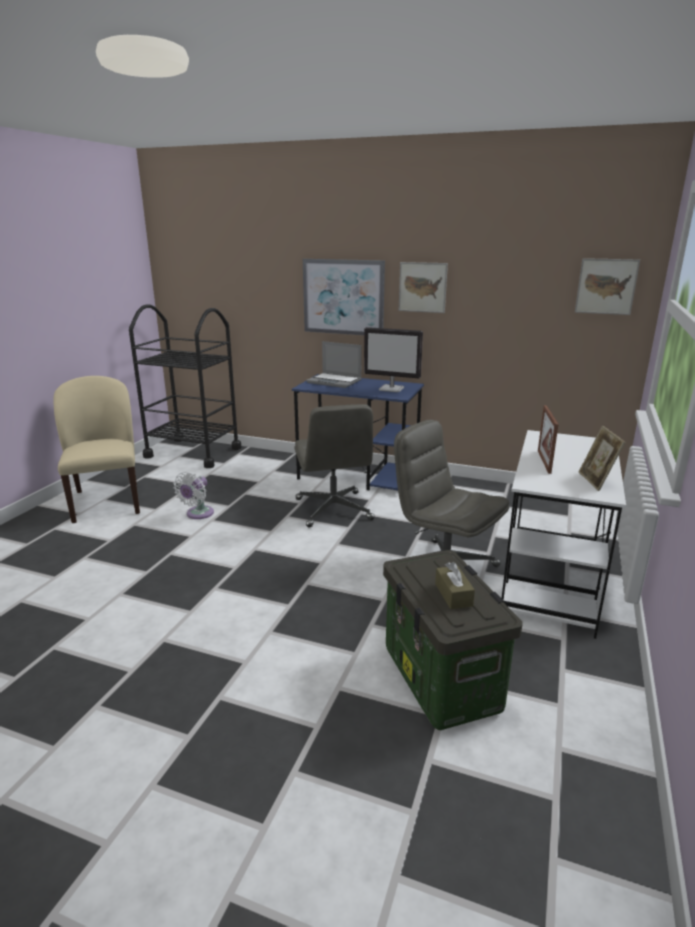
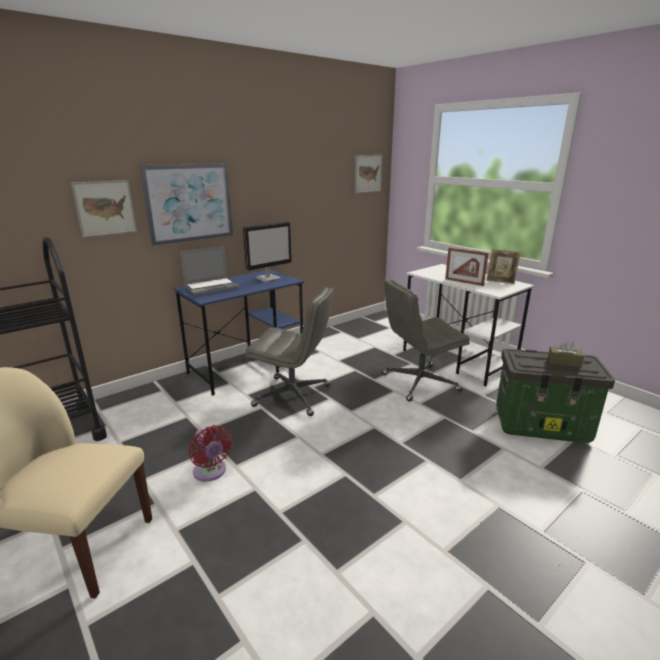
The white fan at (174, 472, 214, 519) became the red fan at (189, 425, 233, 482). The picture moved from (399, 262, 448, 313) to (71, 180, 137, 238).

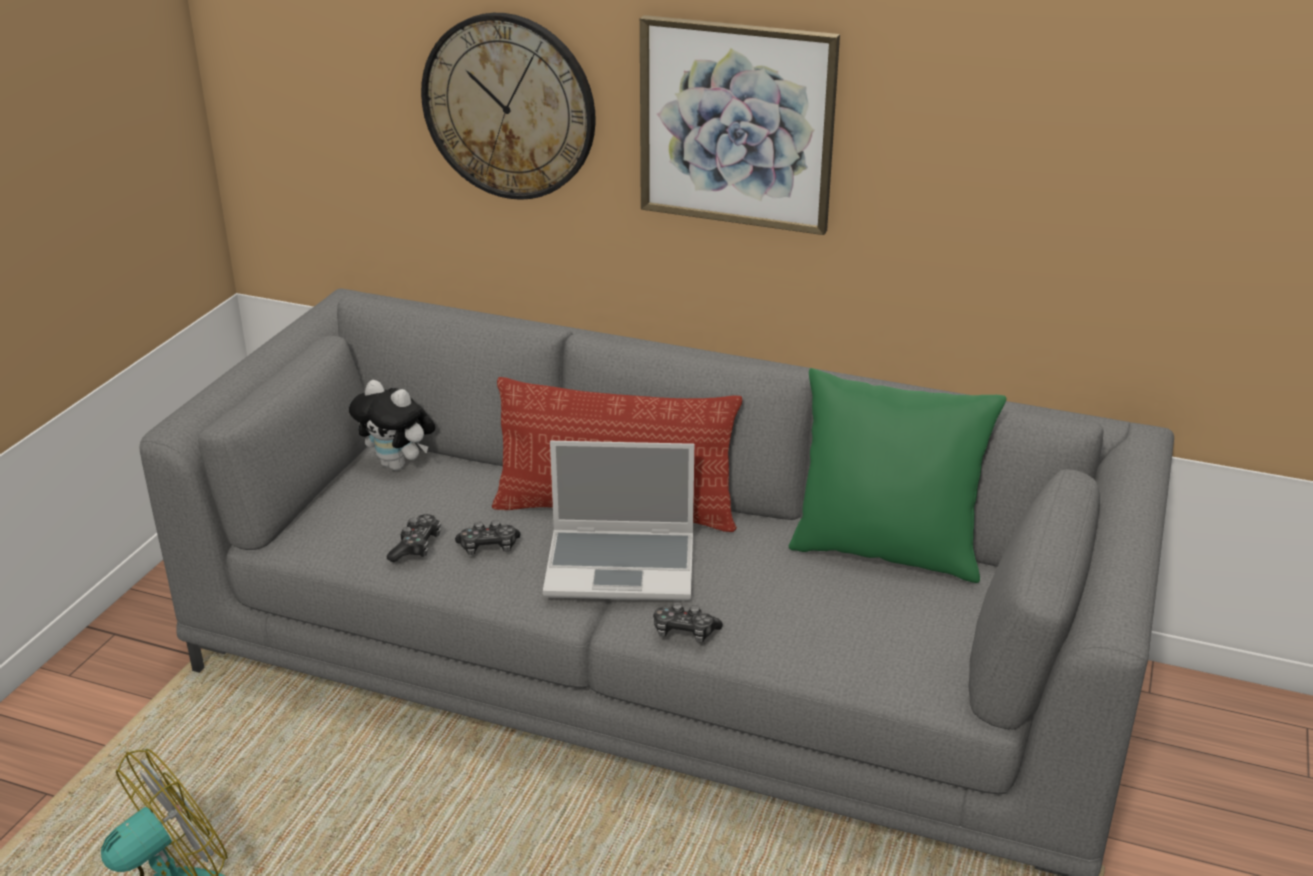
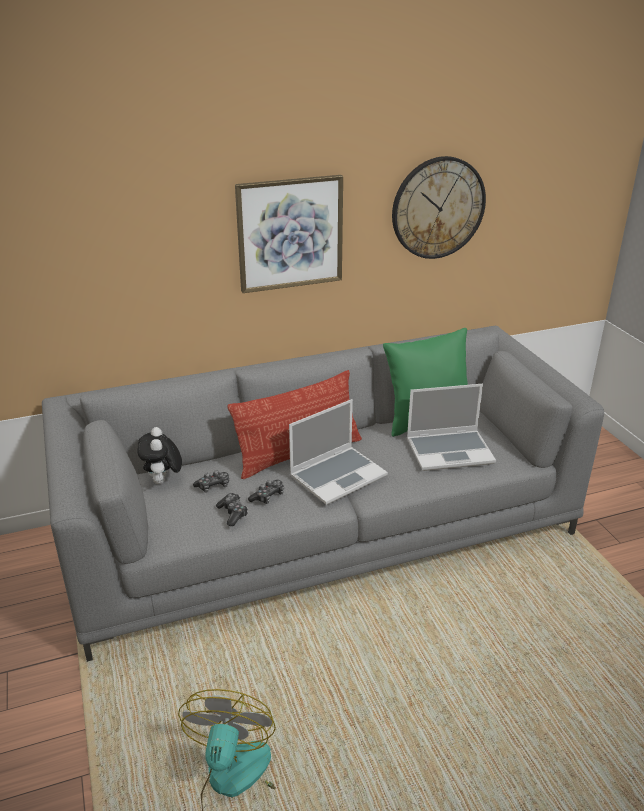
The plush toy at (349, 380, 435, 471) turned 90 degrees clockwise. The wall clock moved from (421, 13, 596, 200) to (392, 156, 486, 259). The game controller moved from (653, 602, 723, 643) to (193, 470, 229, 492). The laptop at (407, 384, 496, 471) appeared.

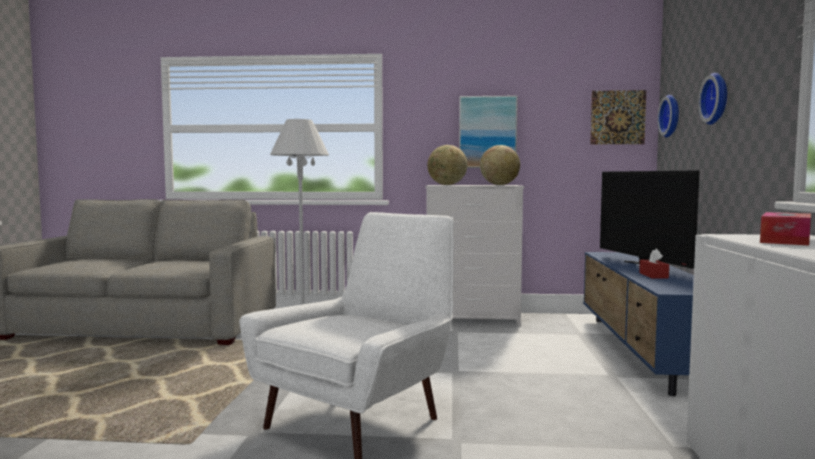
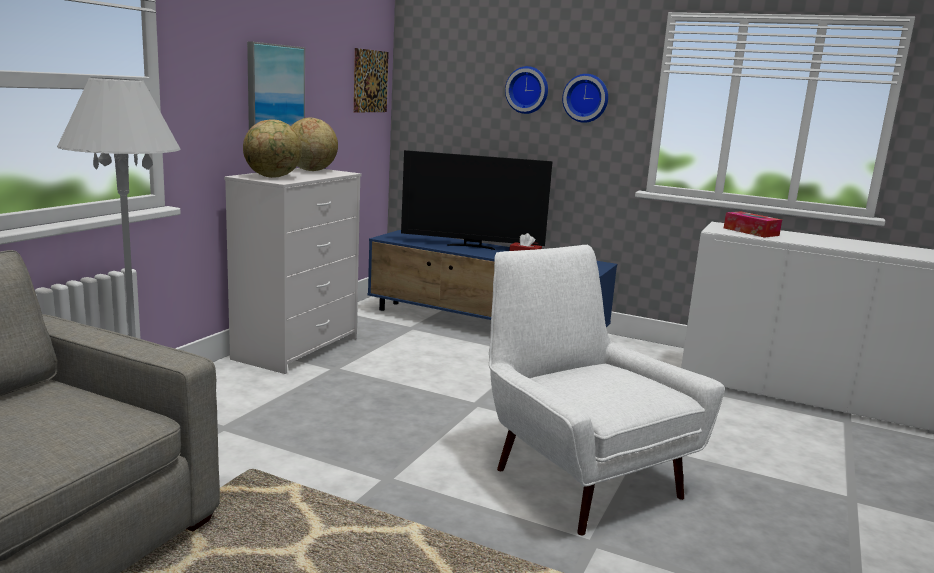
The wall clock moved from (657, 95, 679, 138) to (562, 74, 608, 123).

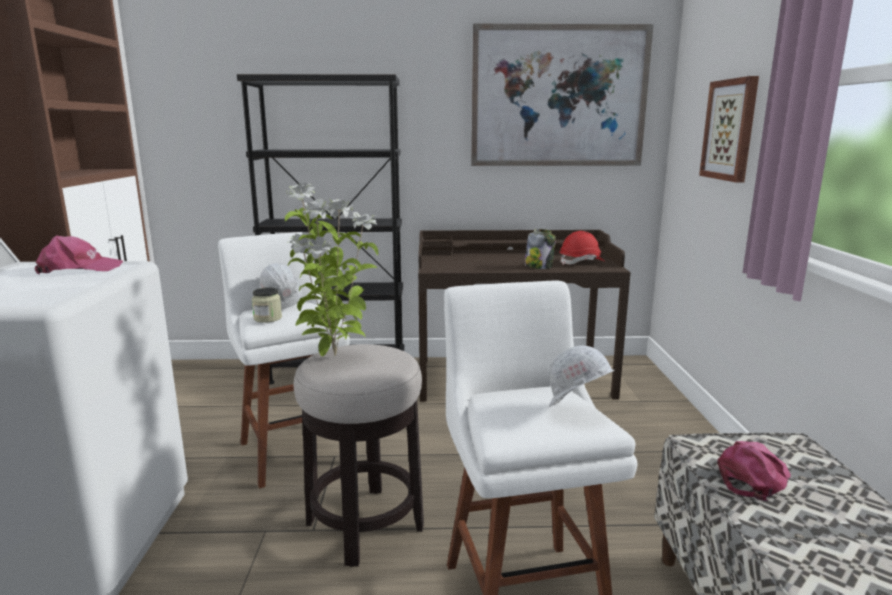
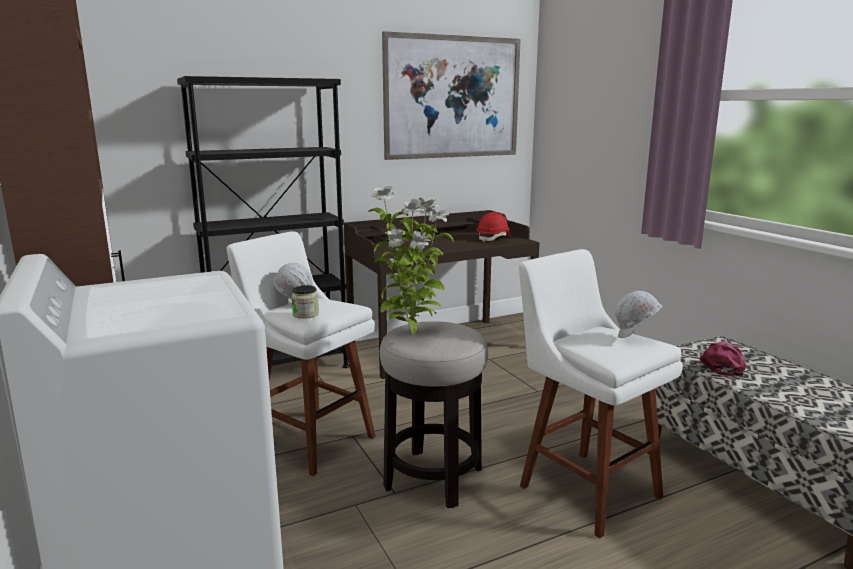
The pink cap at (35, 235, 123, 274) disappeared. The jar at (525, 229, 556, 269) disappeared. The picture at (699, 76, 759, 182) disappeared.

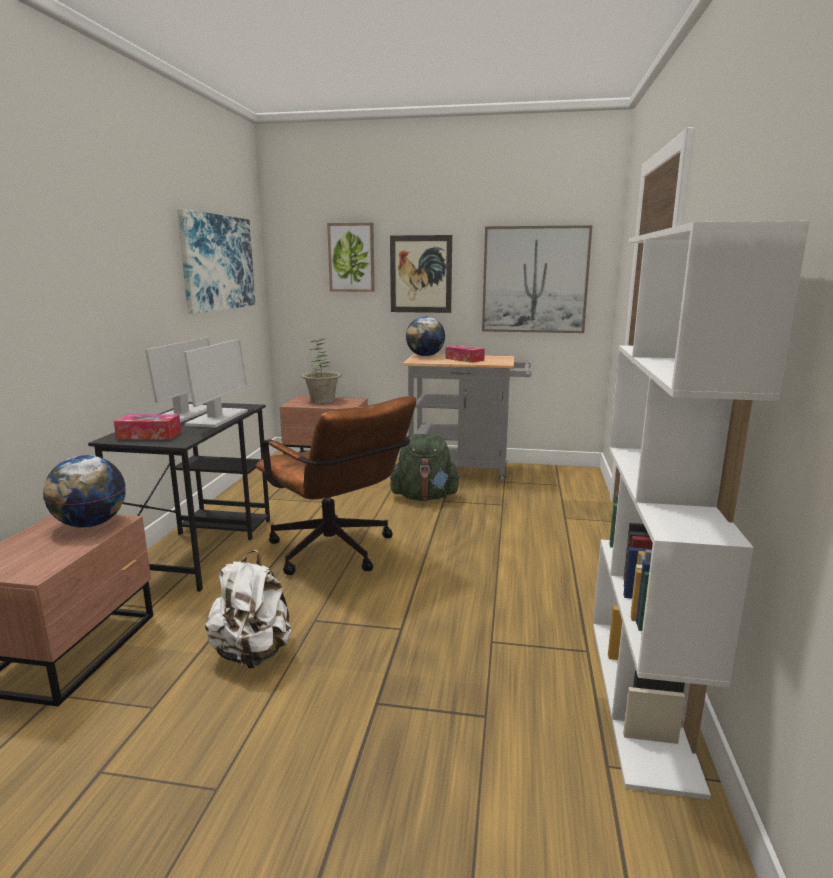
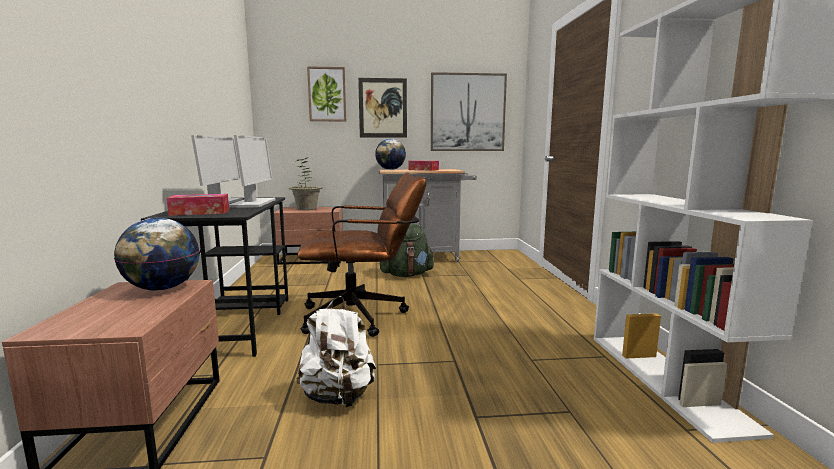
The picture at (177, 209, 256, 314) disappeared. The brown office chair at (255, 396, 416, 575) turned 45 degrees counterclockwise.

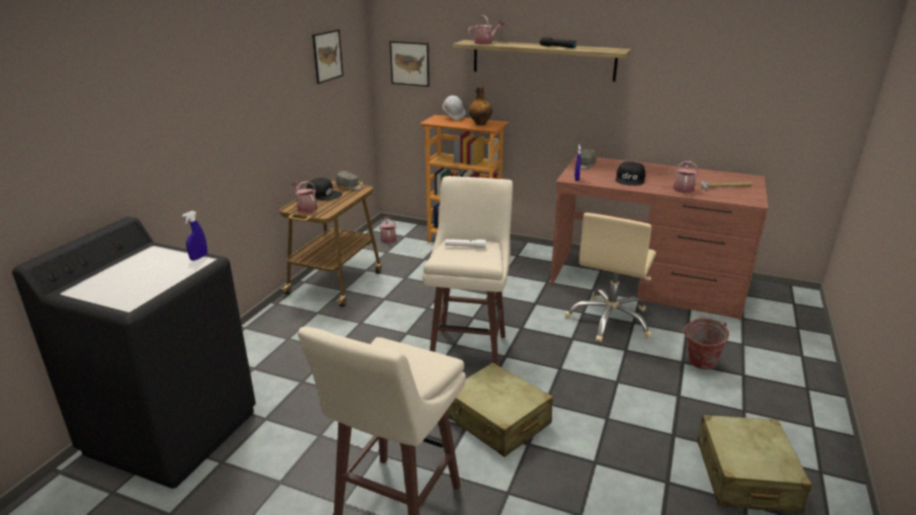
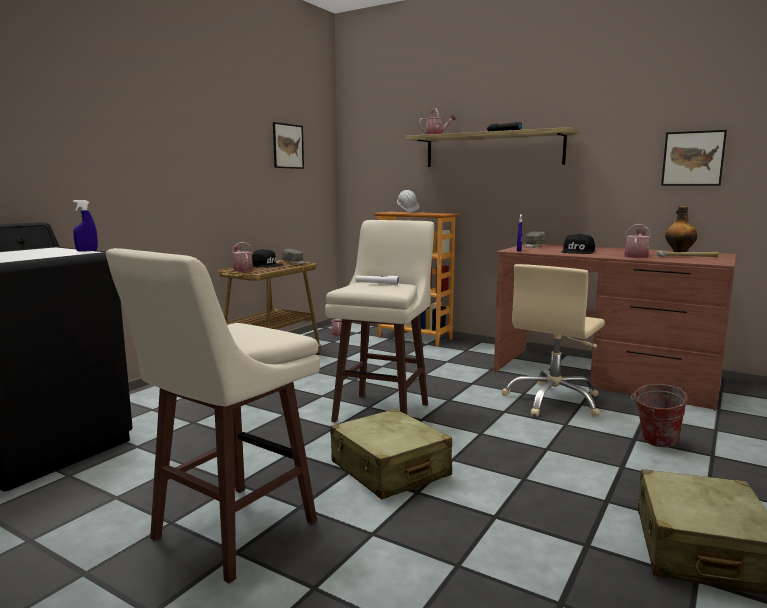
The picture moved from (390, 41, 429, 87) to (661, 130, 727, 186). The bottle moved from (469, 86, 492, 125) to (665, 206, 697, 252).

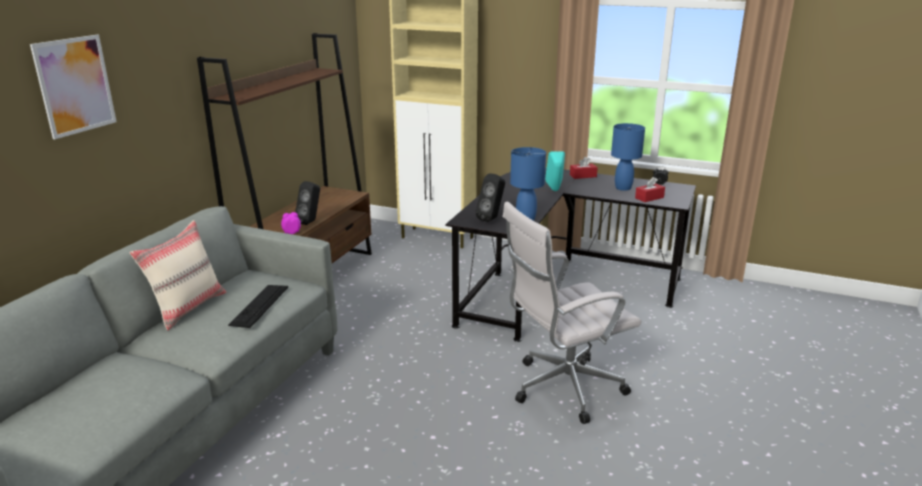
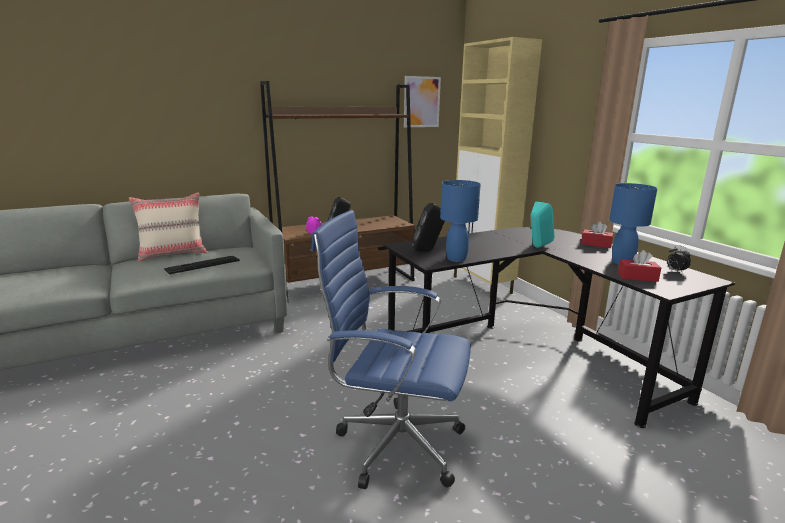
The picture moved from (30, 35, 117, 139) to (404, 76, 441, 127). The white office chair at (503, 202, 641, 424) became the blue office chair at (311, 210, 471, 489).

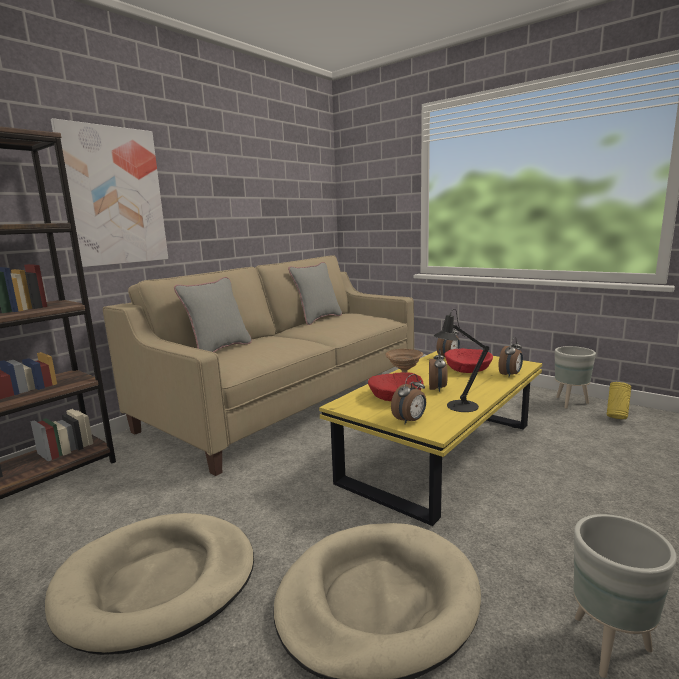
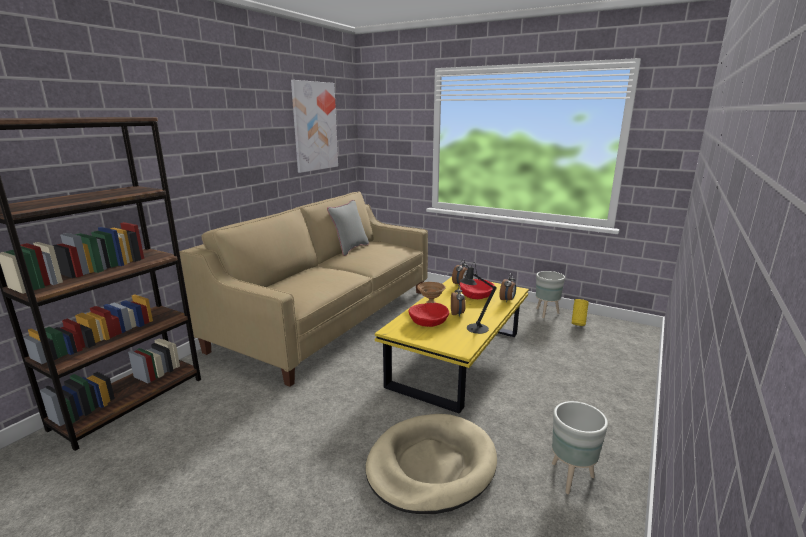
The beige dog bed at (45, 513, 254, 655) disappeared. The picture moved from (51, 118, 168, 267) to (291, 80, 338, 173). The grey pillow at (174, 277, 252, 352) disappeared. The alarm clock at (391, 374, 426, 424) disappeared.

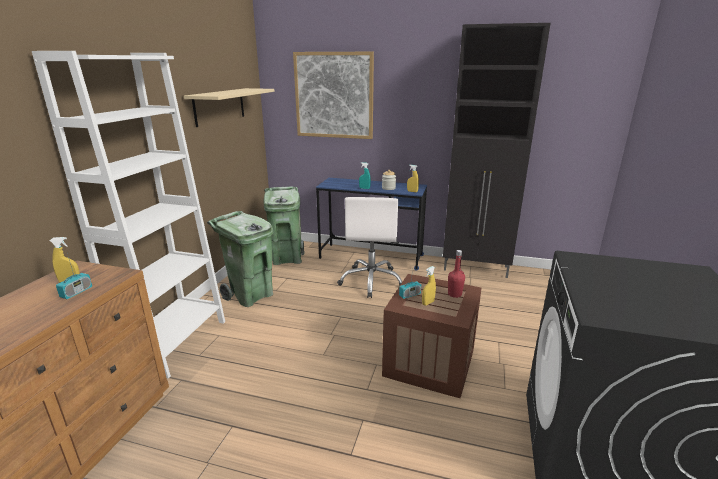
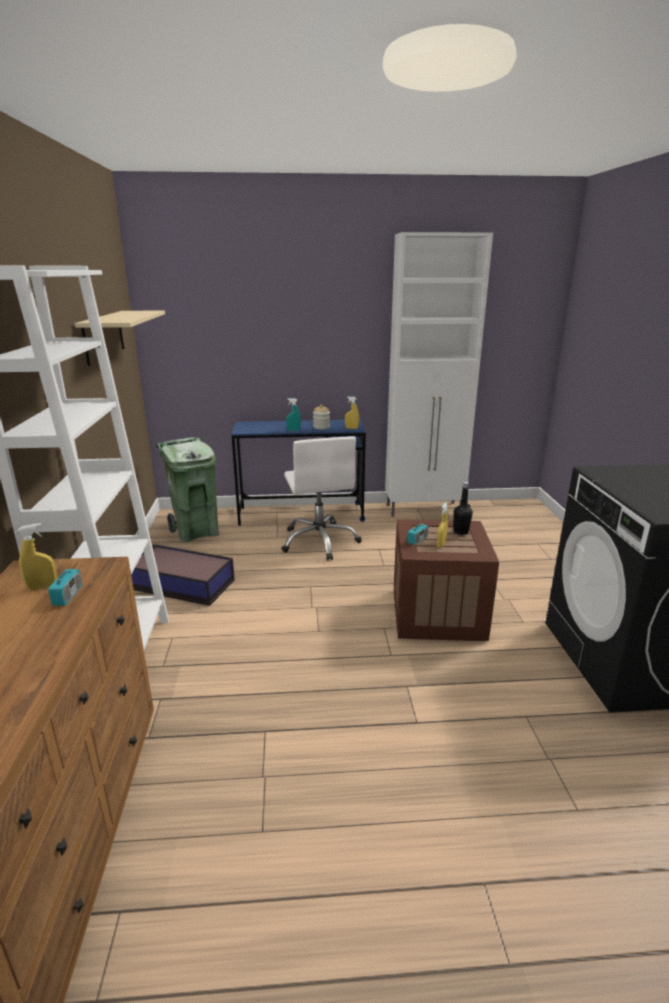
The green trash can at (207, 211, 274, 307) was replaced by the storage box at (131, 544, 235, 606). The picture at (293, 52, 374, 139) disappeared. The black cabinet at (443, 23, 551, 278) became the white cabinet at (385, 232, 493, 517). The red bottle at (448, 250, 465, 298) became the black bottle at (454, 482, 473, 535).

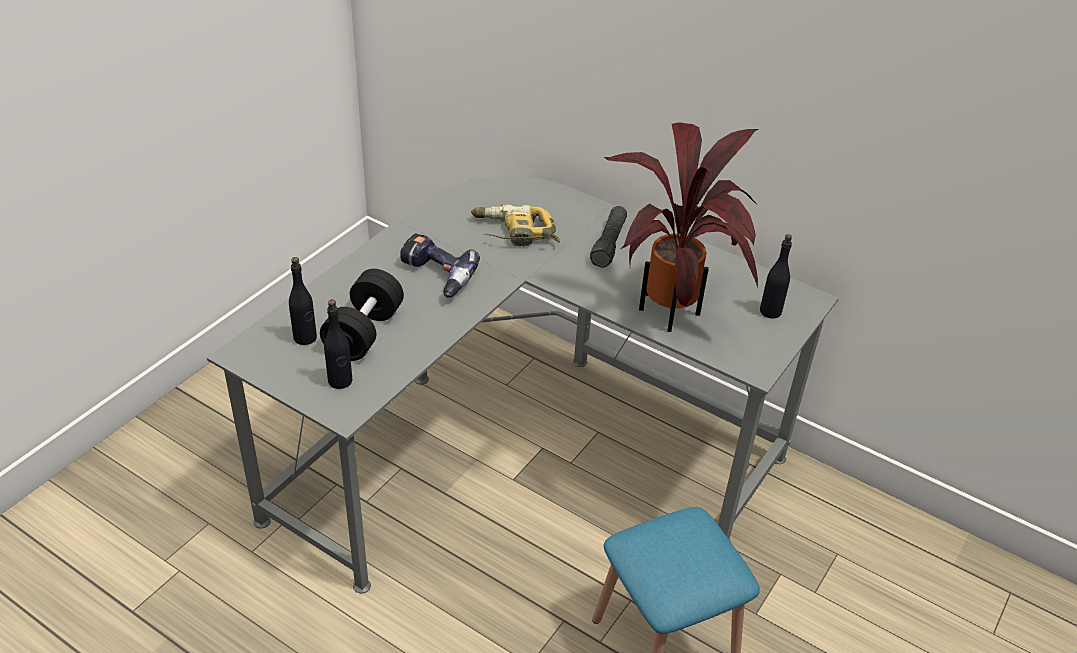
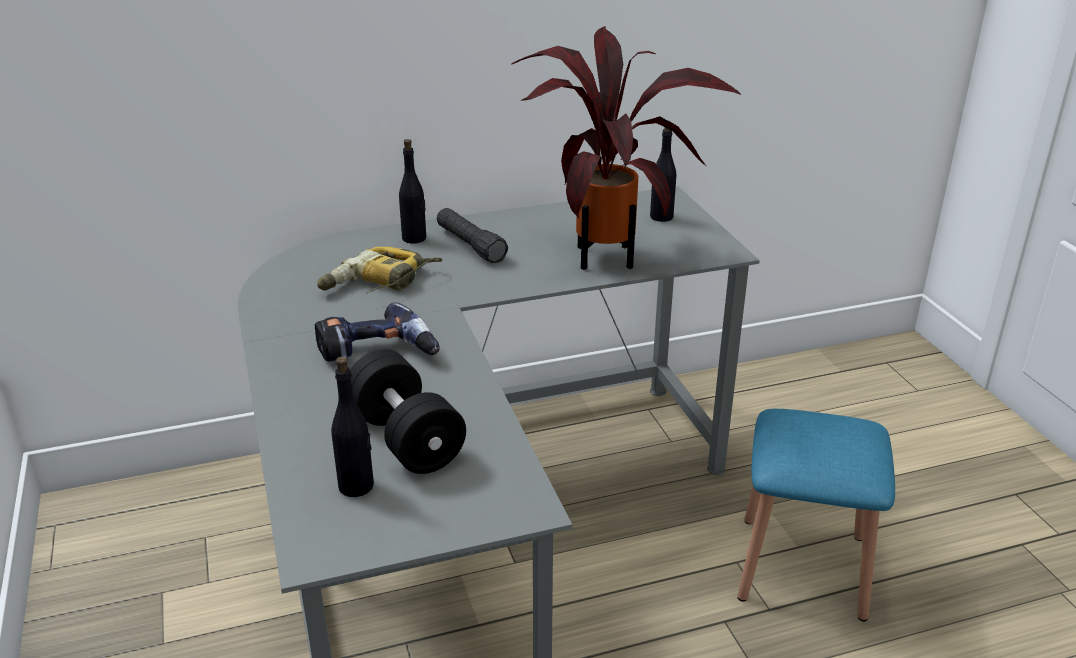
The black bottle moved from (324, 299, 353, 389) to (399, 139, 426, 243).

